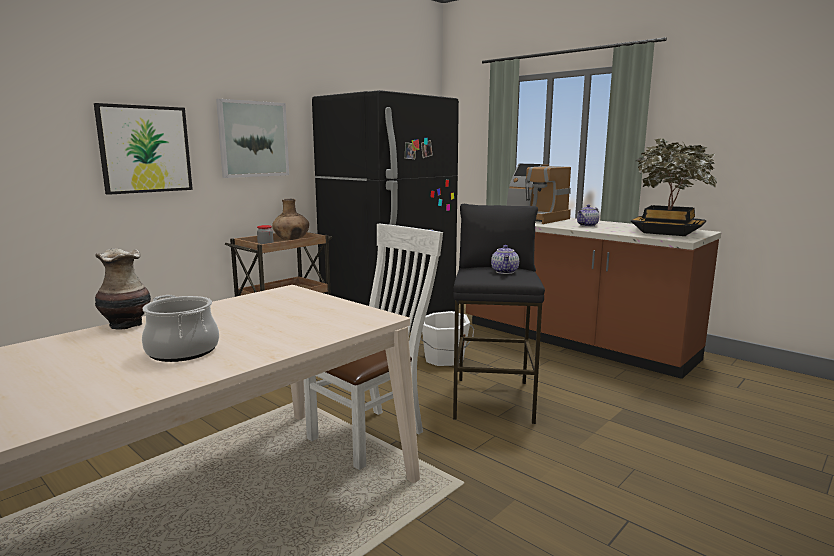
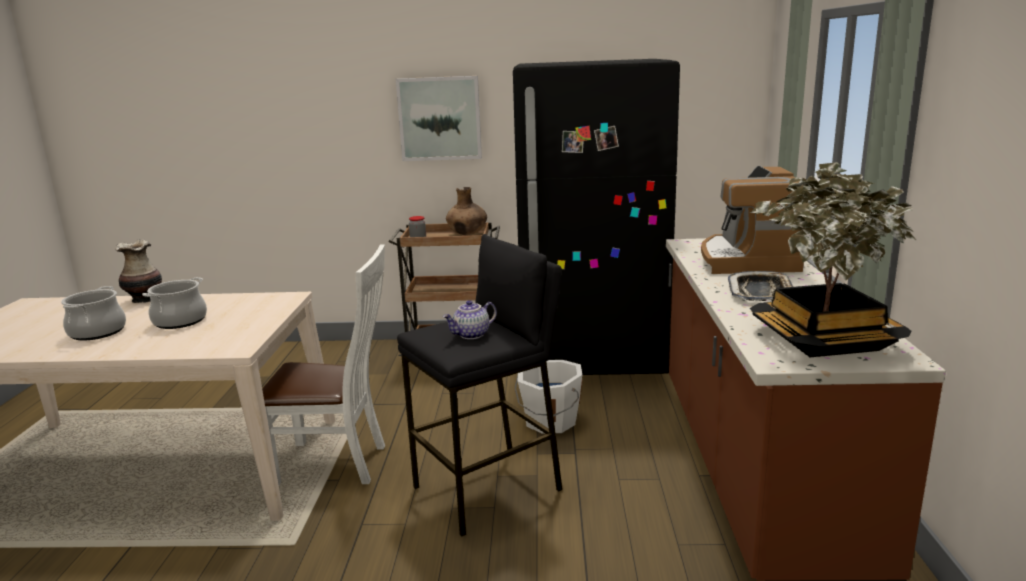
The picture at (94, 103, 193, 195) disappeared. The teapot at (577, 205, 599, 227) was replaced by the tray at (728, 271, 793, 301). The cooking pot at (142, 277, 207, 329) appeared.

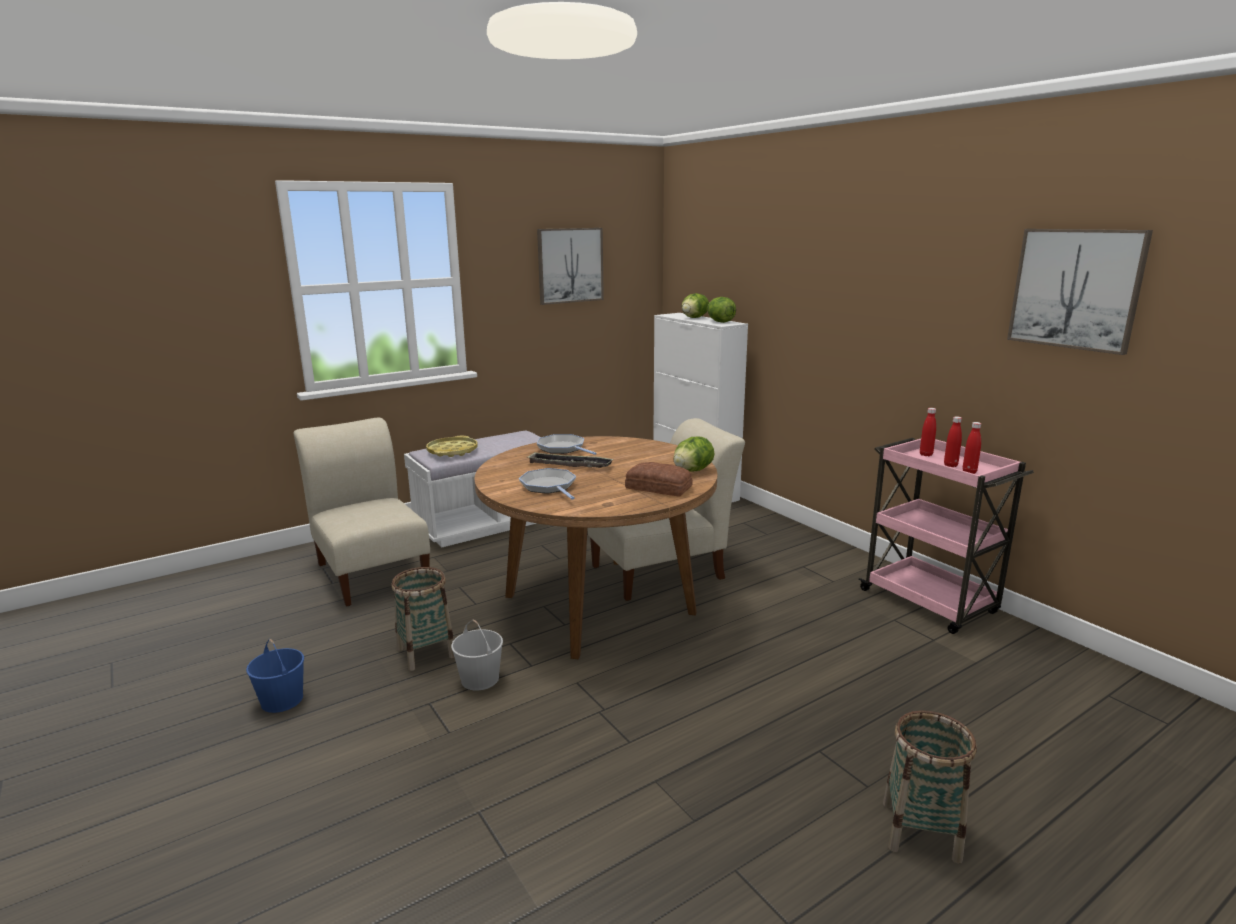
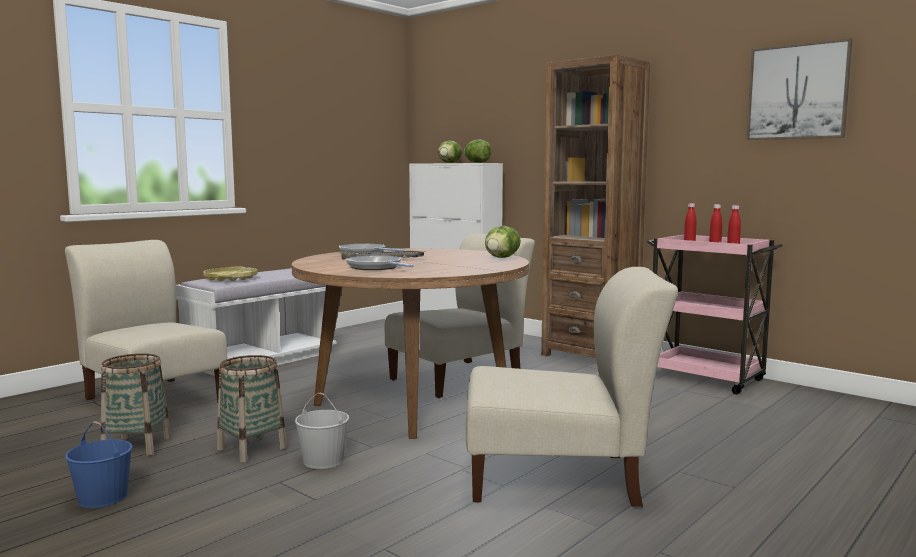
The picture at (537, 228, 604, 305) disappeared. The bread at (625, 462, 693, 496) disappeared. The basket moved from (883, 710, 977, 864) to (101, 353, 171, 456). The beige chair at (466, 267, 678, 507) appeared. The brown bookcase at (541, 54, 650, 358) appeared.

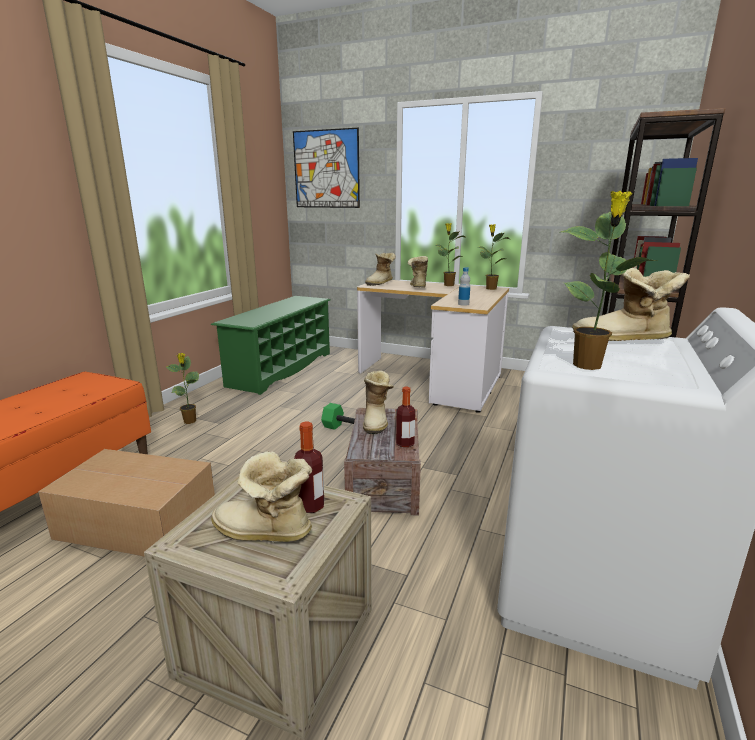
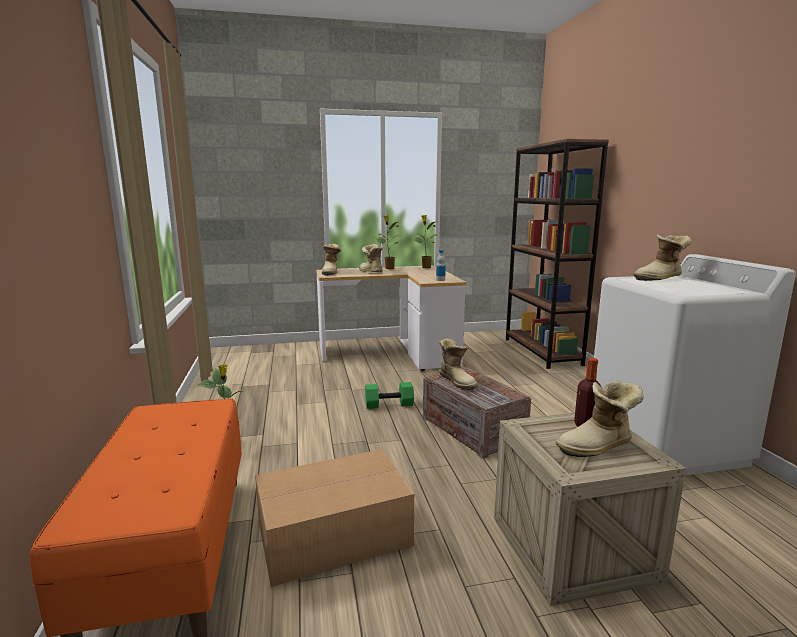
The green shoe rack at (211, 296, 330, 395) disappeared. The picture at (293, 128, 360, 208) disappeared. The bottle at (396, 387, 415, 447) disappeared. The potted plant at (561, 191, 657, 370) disappeared.

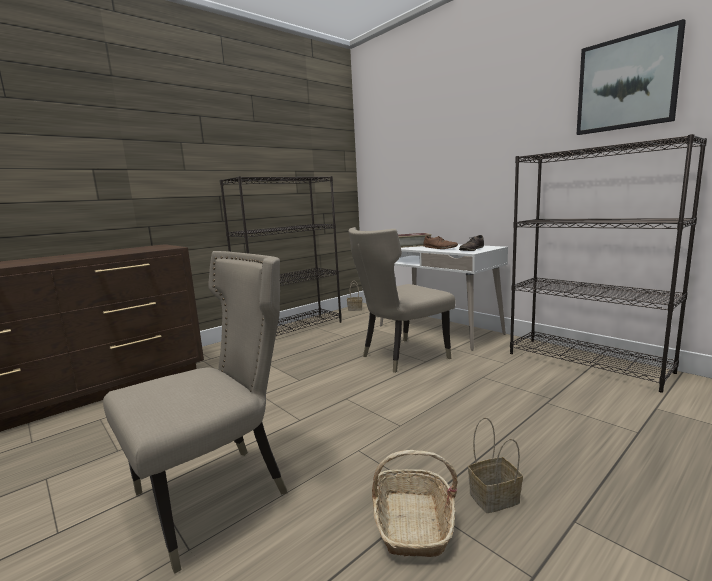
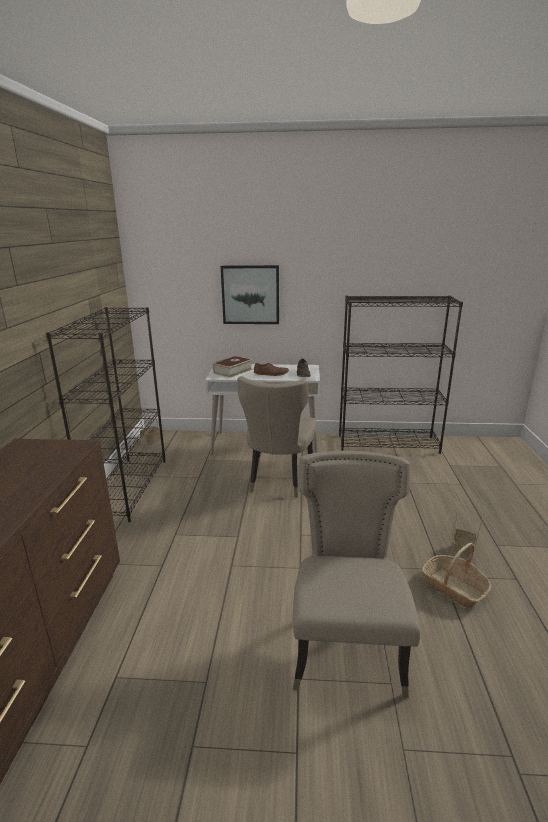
The picture moved from (576, 19, 686, 135) to (221, 265, 279, 324).

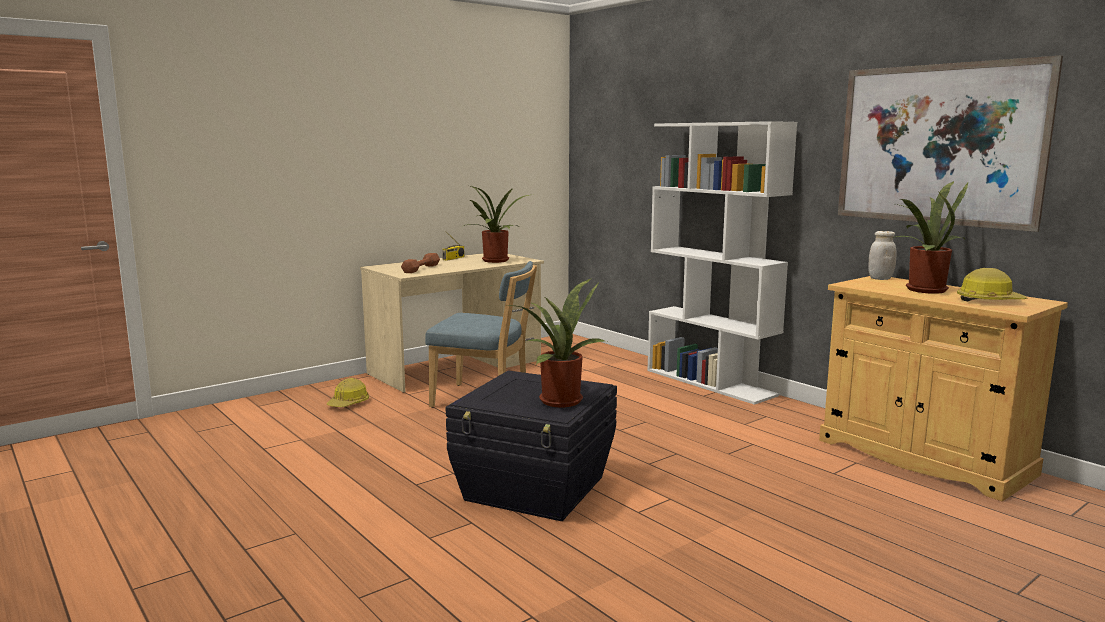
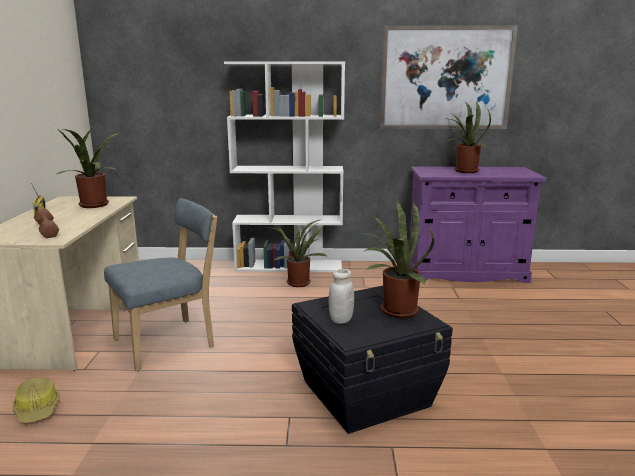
The beige cabinet at (819, 276, 1068, 501) became the purple cabinet at (409, 167, 546, 283). The white jar moved from (868, 231, 896, 280) to (329, 269, 354, 324). The hard hat at (957, 268, 1027, 301) disappeared. The potted plant at (268, 219, 328, 287) appeared.

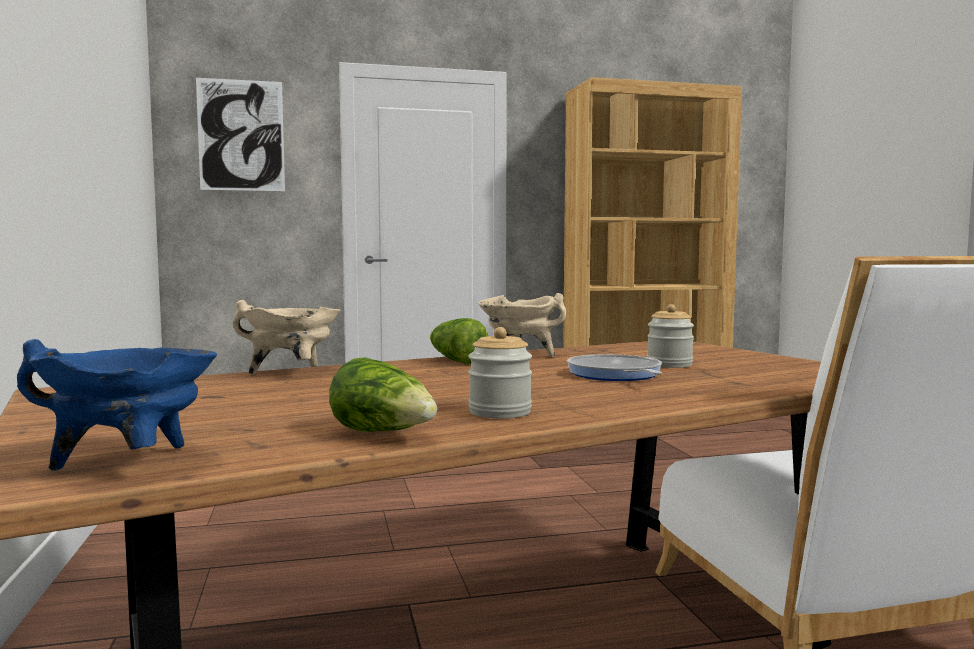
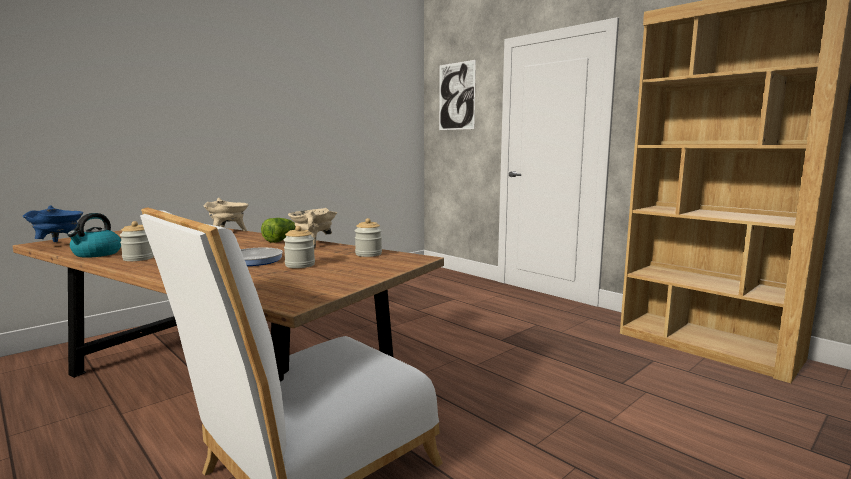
The lettuce at (329, 357, 437, 432) was replaced by the kettle at (67, 213, 121, 258). The jar at (355, 218, 382, 257) appeared.

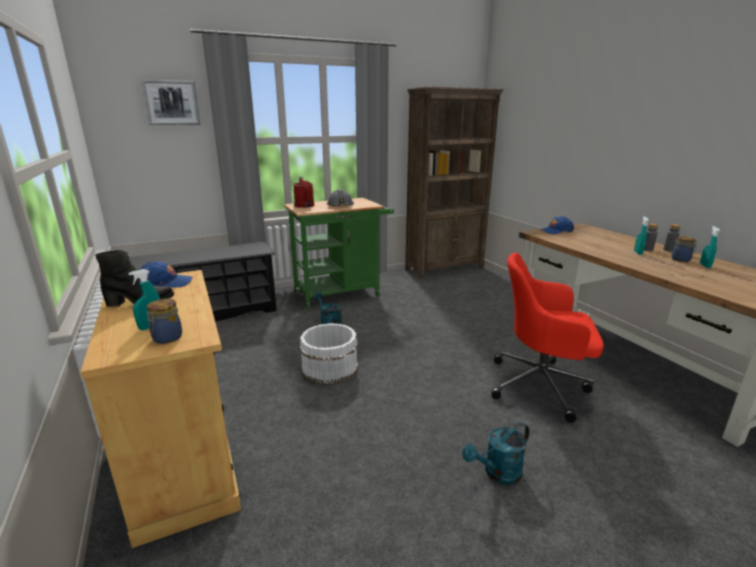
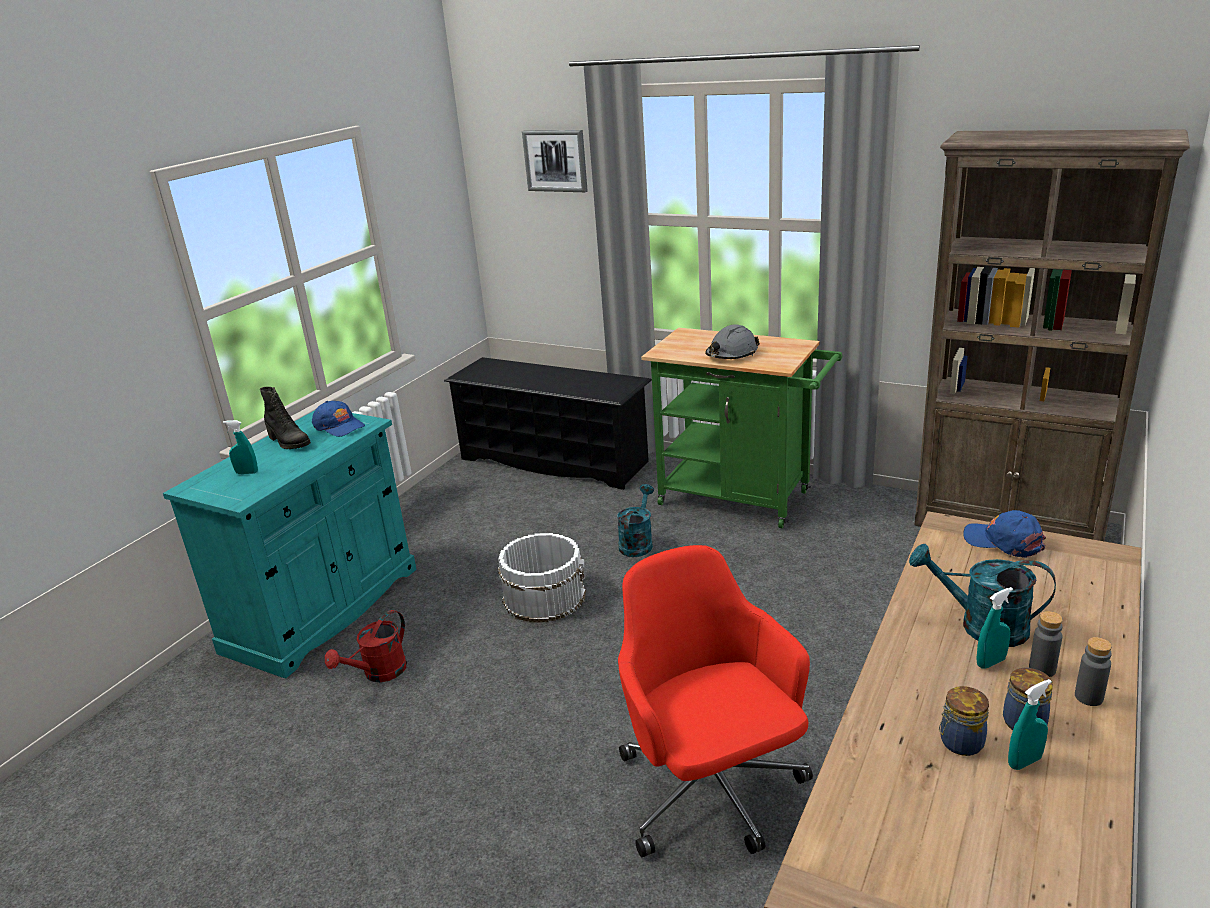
The beige cabinet at (80, 270, 241, 548) became the turquoise cabinet at (163, 410, 417, 678). The jar moved from (146, 299, 182, 344) to (939, 686, 989, 756). The red watering can moved from (293, 177, 314, 208) to (325, 610, 407, 682). The turquoise watering can moved from (462, 422, 529, 484) to (909, 544, 1056, 647).

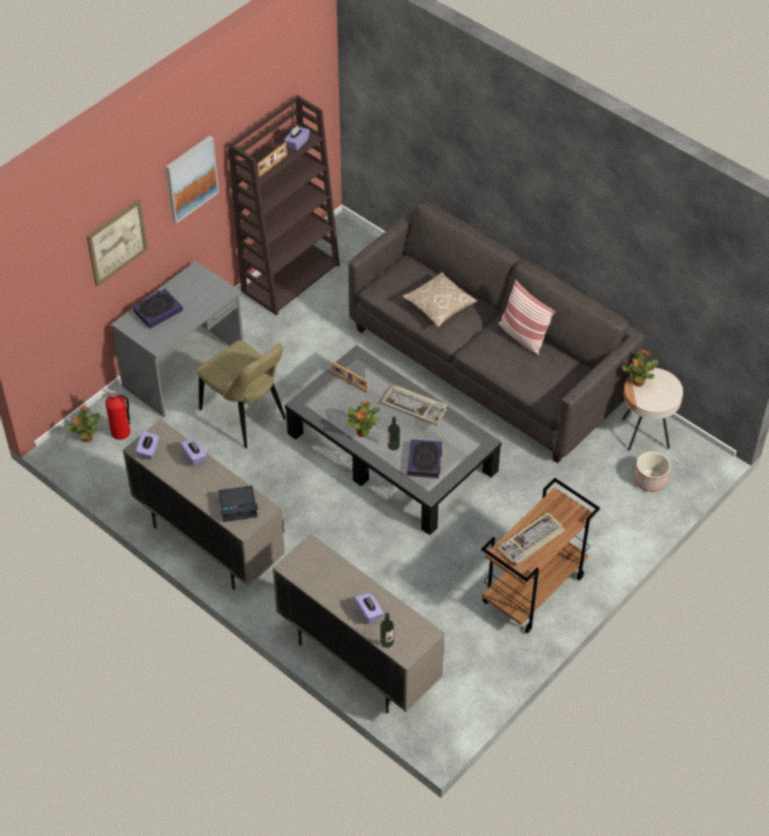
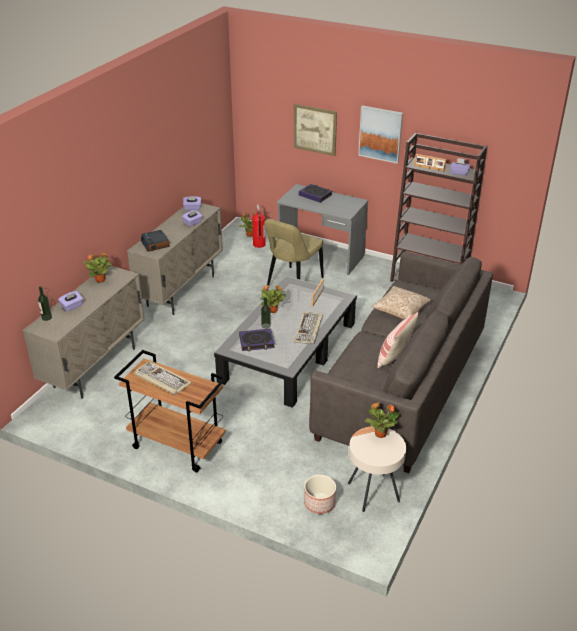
The potted plant at (83, 252, 112, 282) appeared.

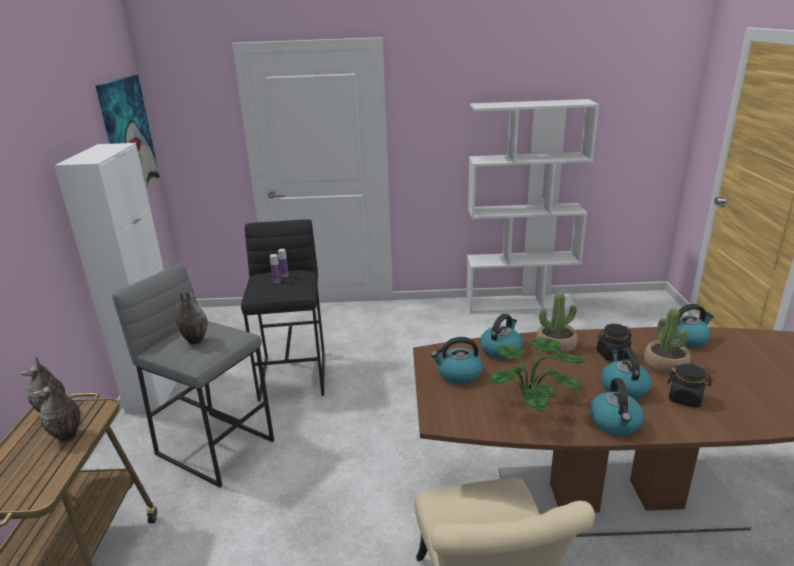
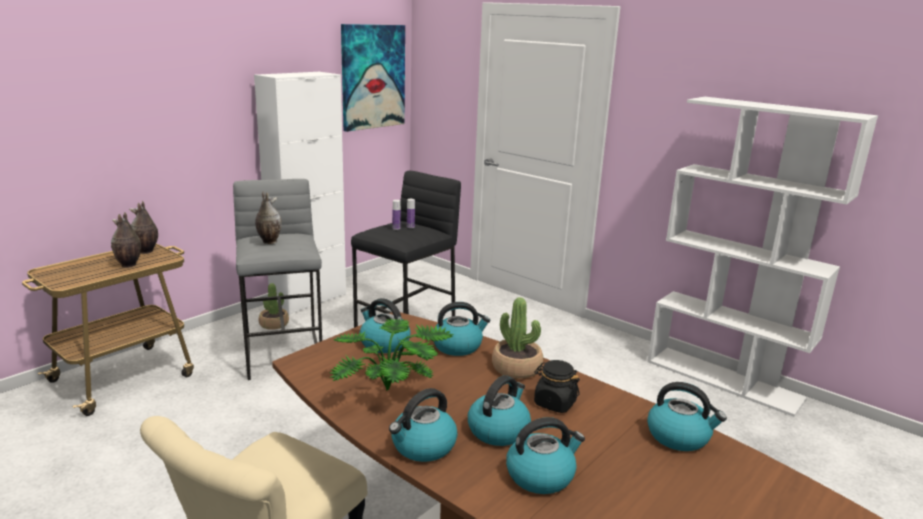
The potted plant moved from (644, 308, 691, 375) to (259, 283, 289, 330). The black jar at (667, 364, 712, 408) was replaced by the kettle at (506, 417, 585, 494).

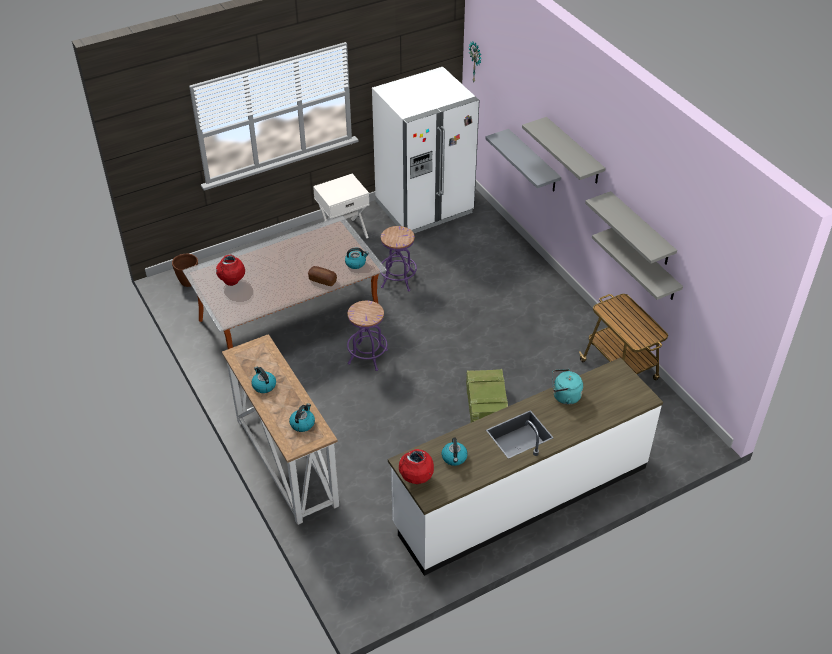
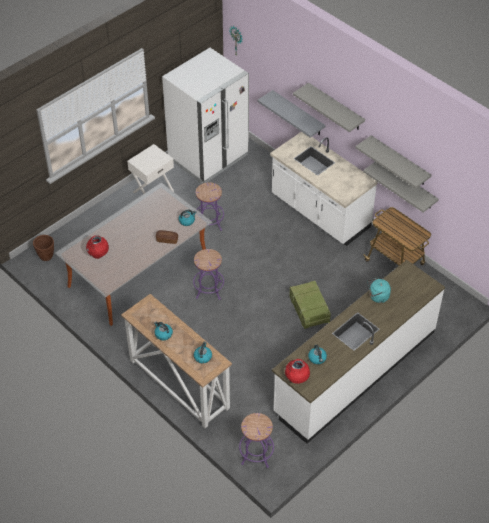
The purple stool at (239, 413, 274, 468) appeared. The white counter at (270, 132, 378, 246) appeared.

